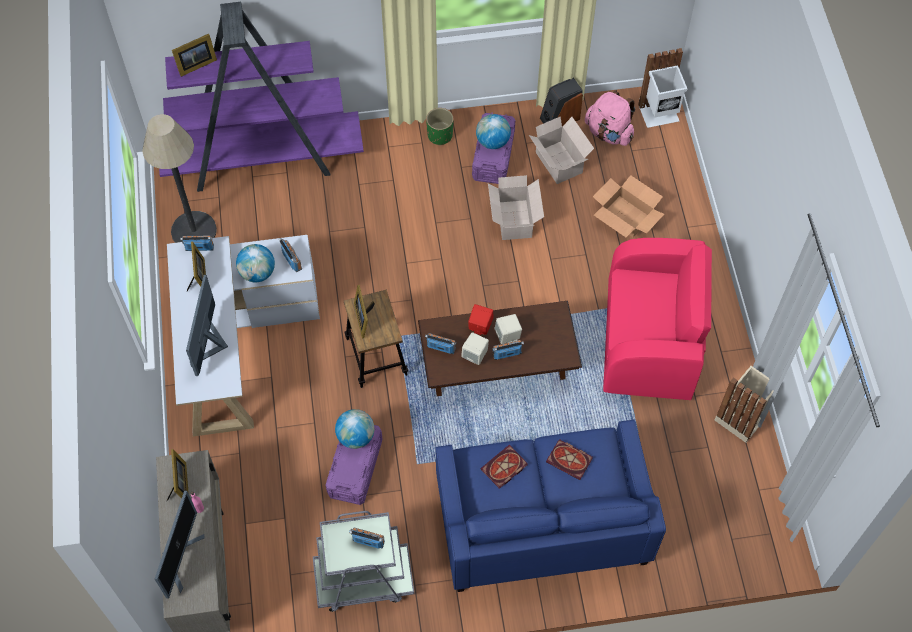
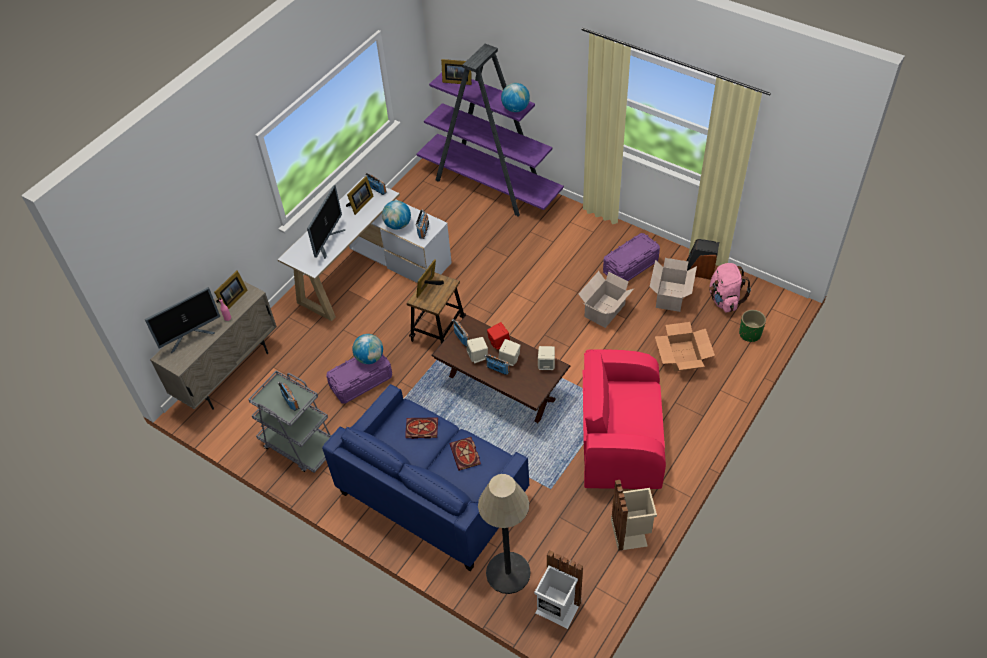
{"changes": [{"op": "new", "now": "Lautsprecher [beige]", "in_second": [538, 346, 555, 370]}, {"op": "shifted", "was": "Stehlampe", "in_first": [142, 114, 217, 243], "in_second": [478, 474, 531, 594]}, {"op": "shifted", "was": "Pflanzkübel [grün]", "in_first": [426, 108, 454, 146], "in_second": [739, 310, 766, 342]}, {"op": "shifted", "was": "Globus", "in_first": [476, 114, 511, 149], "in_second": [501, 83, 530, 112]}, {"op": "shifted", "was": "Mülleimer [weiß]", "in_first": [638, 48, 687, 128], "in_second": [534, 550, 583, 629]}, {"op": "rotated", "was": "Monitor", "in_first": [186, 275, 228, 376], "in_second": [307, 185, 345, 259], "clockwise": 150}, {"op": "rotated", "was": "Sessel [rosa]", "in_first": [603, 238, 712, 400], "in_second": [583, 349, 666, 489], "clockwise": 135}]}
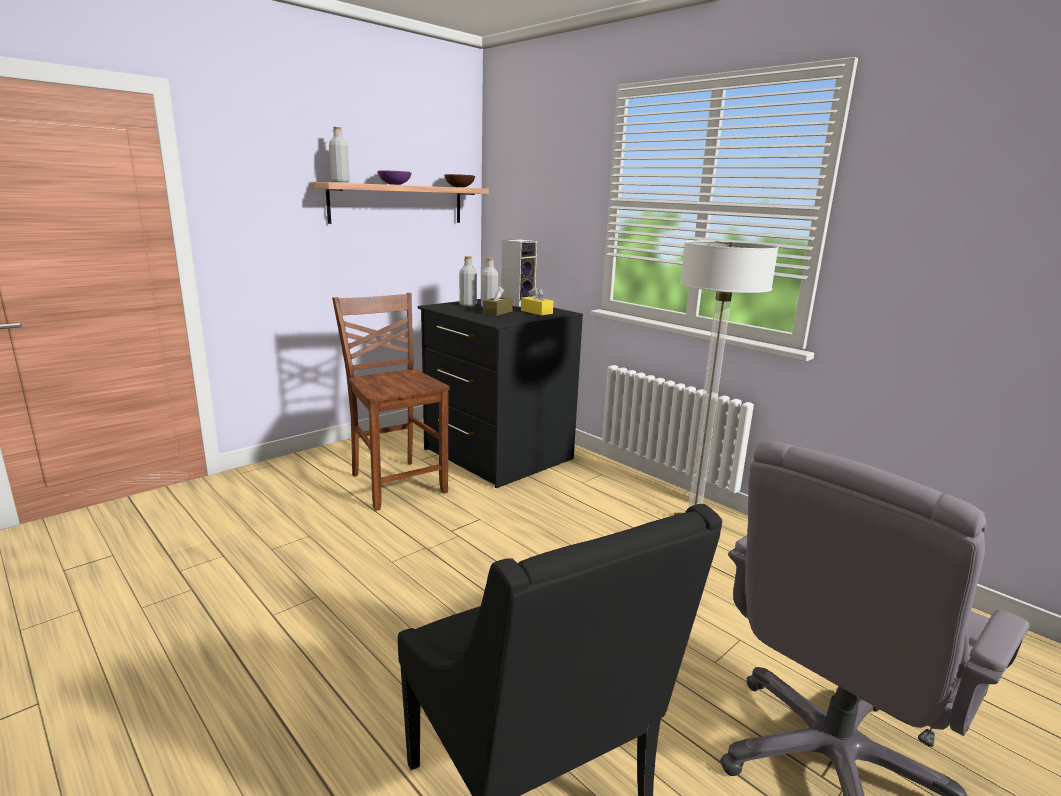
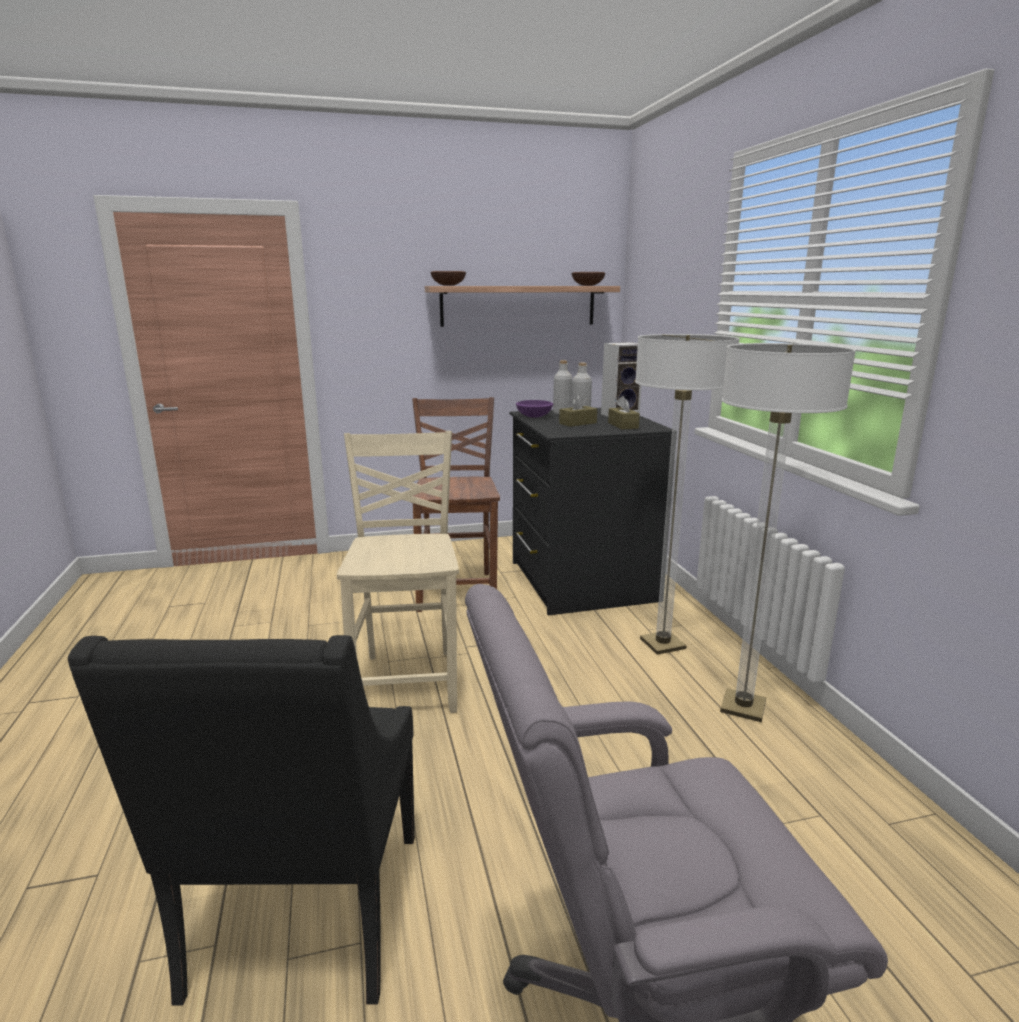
{"changes": [{"op": "new", "now": "Stuhl [beige]", "in_second": [337, 431, 459, 713]}, {"op": "new", "now": "Stehlampe", "in_second": [635, 334, 740, 655]}, {"op": "shifted", "was": "Schüssel [lila]", "in_first": [377, 170, 412, 185], "in_second": [516, 400, 553, 418]}, {"op": "swapped", "was": "Flasche [grau]", "now": "Schüssel [braun]", "in_first": [329, 127, 350, 183], "in_second": [430, 271, 466, 286]}, {"op": "repainted", "was": "Taschentuchbox [gelb]", "now": "Taschentuchbox [braun]", "in_first": [521, 286, 553, 316], "in_second": [608, 396, 640, 429]}]}
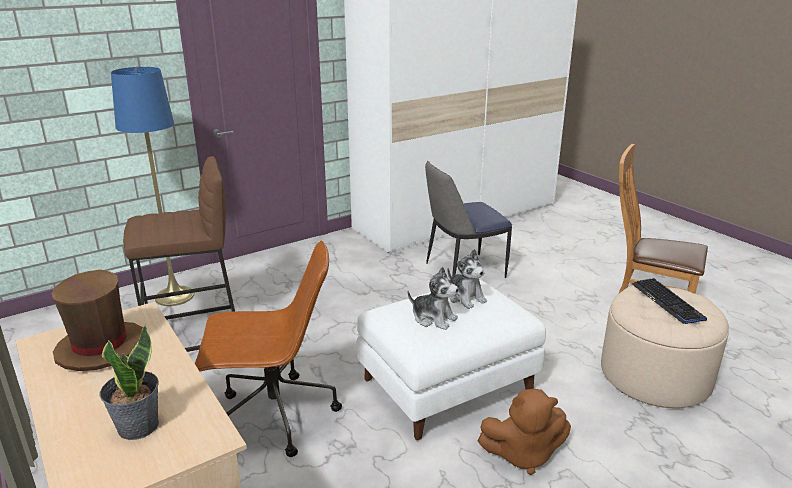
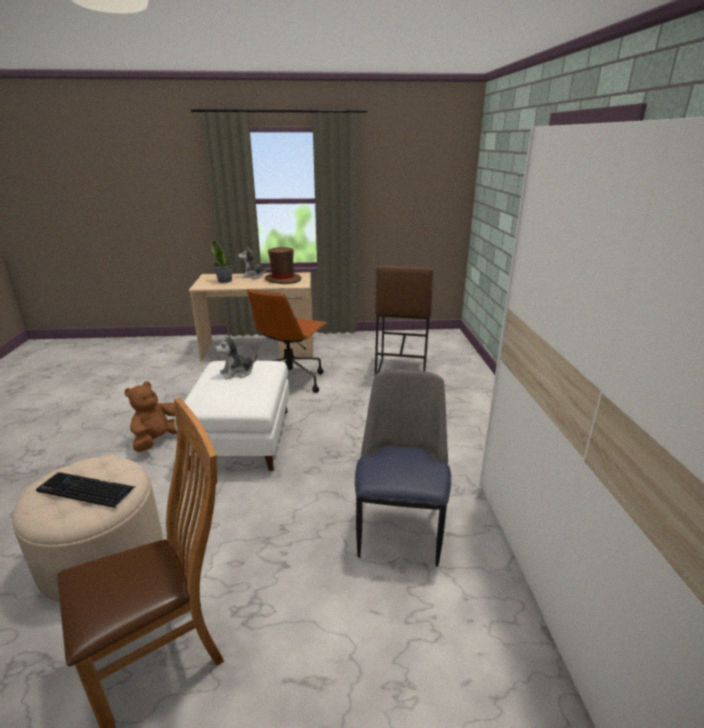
{"changes": [{"op": "gone", "was": "Stehlampe [blau]", "in_first": [111, 67, 195, 306]}, {"op": "shifted", "was": "Plüschtier", "in_first": [447, 249, 487, 309], "in_second": [238, 247, 269, 279]}]}
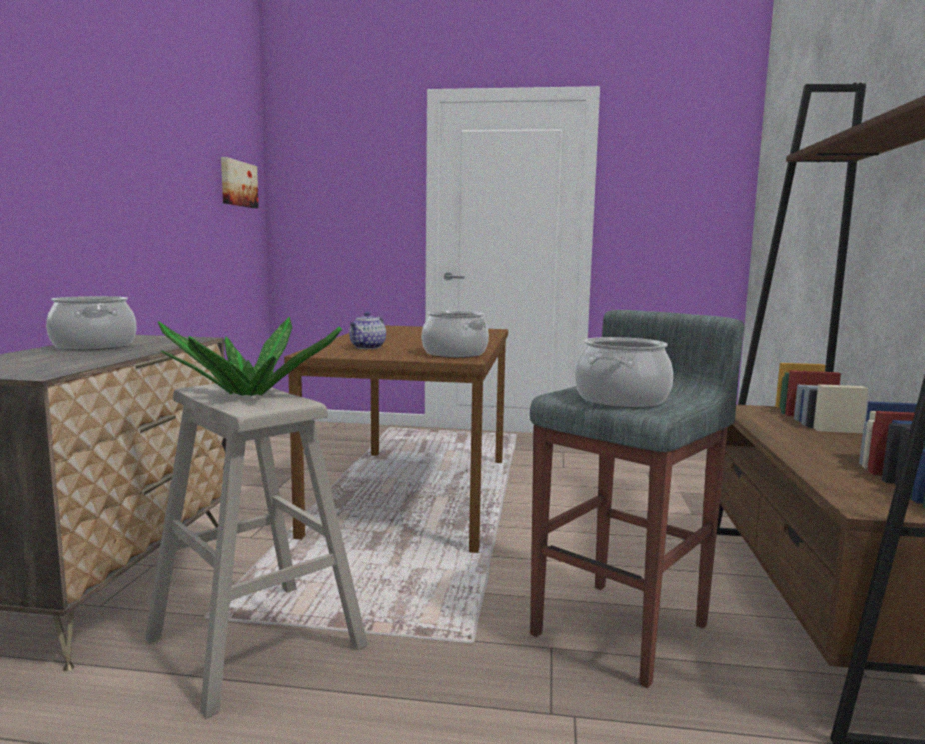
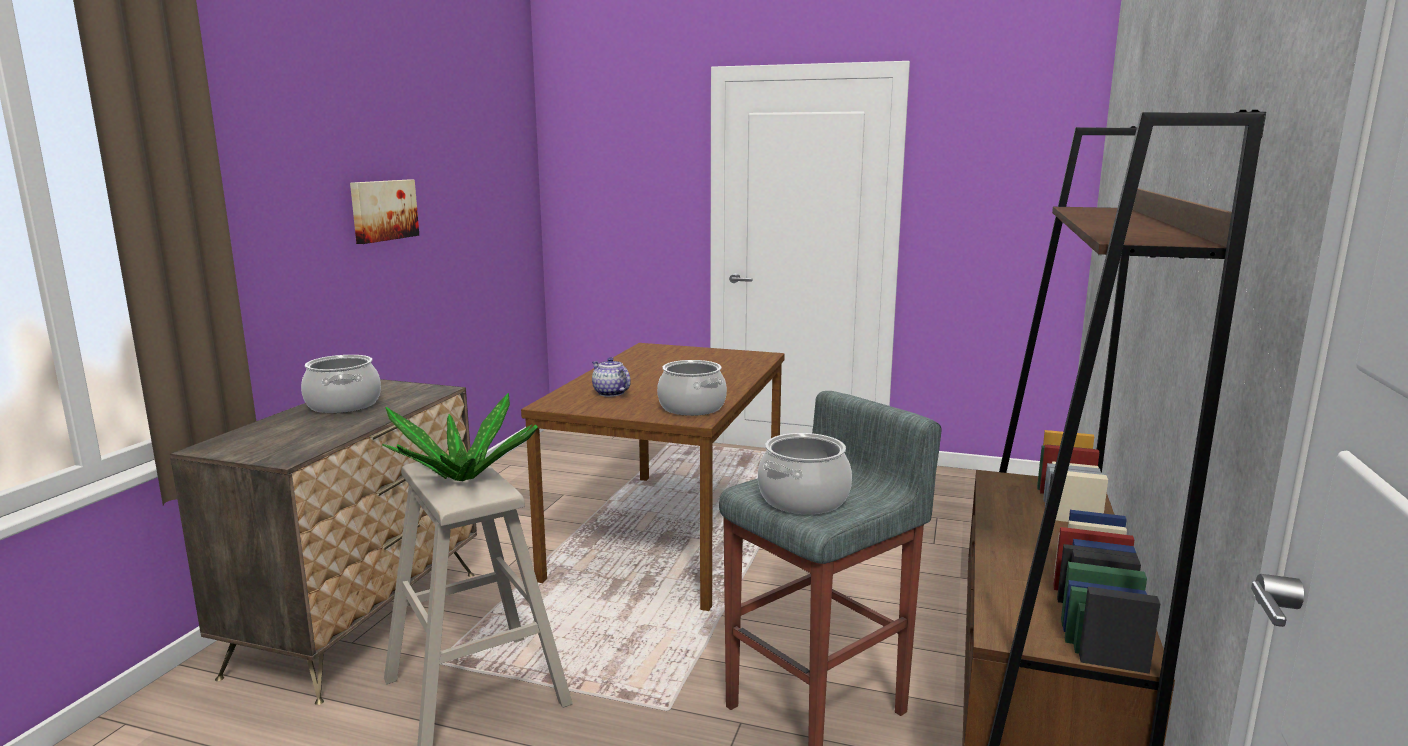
{"changes": [{"op": "shifted", "was": "Bild", "in_first": [221, 157, 259, 208], "in_second": [350, 180, 419, 244]}, {"op": "rotated", "was": "Teekanne", "in_first": [349, 312, 386, 349], "in_second": [592, 357, 631, 397], "clockwise": 105}]}
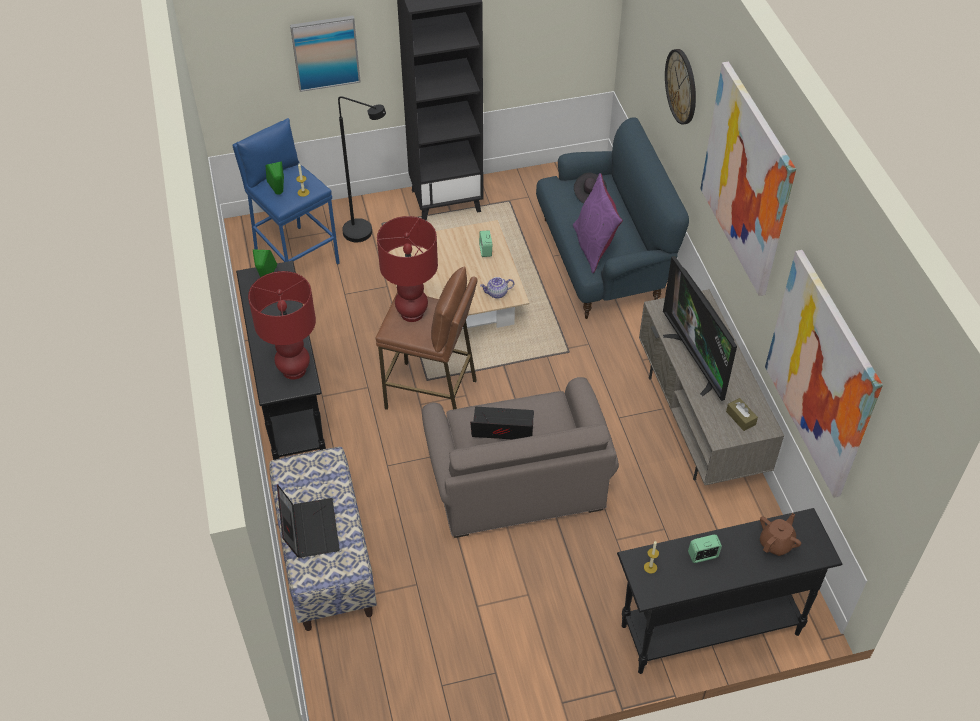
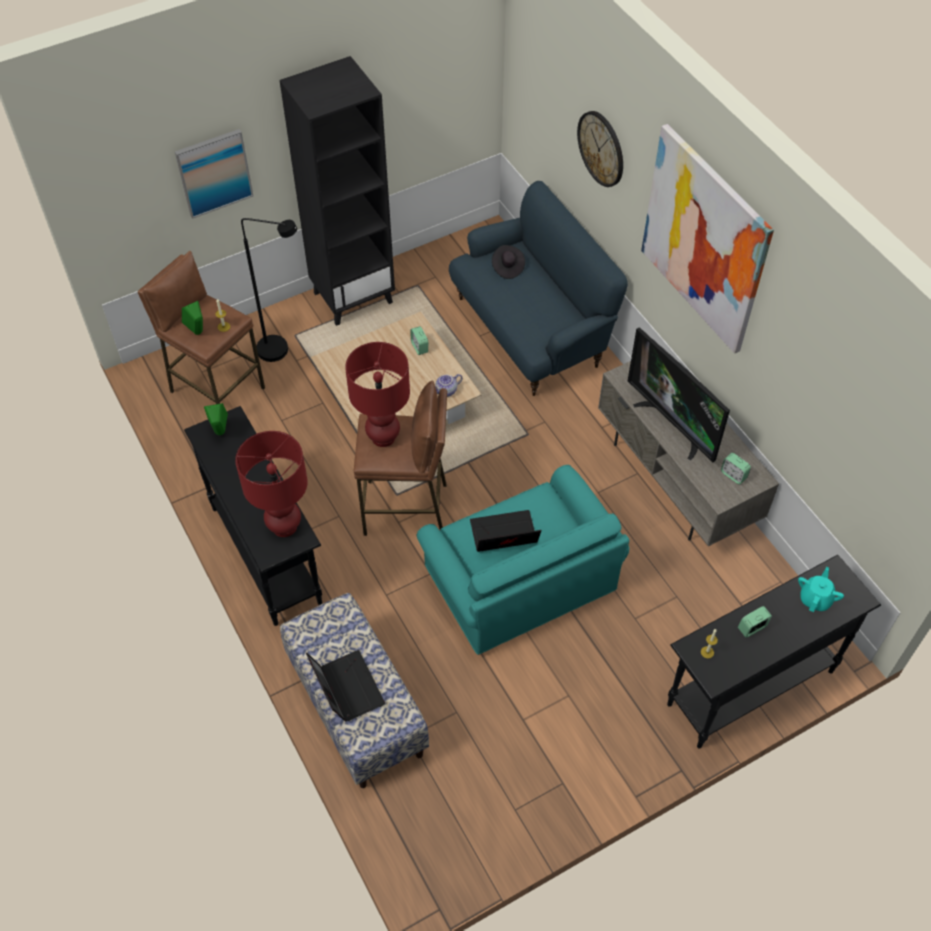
{"changes": [{"op": "gone", "was": "Kissen [lila]", "in_first": [573, 173, 623, 273]}, {"op": "gone", "was": "Bild", "in_first": [765, 250, 883, 498]}, {"op": "swapped", "was": "Taschentuchbox [braun]", "now": "Wecker", "in_first": [726, 398, 758, 431], "in_second": [721, 453, 751, 484]}, {"op": "repainted", "was": "Hocker [blau]", "now": "Hocker [braun]", "in_first": [232, 118, 340, 264], "in_second": [138, 251, 265, 404]}, {"op": "repainted", "was": "Sessel [grau]", "now": "Sessel [türkis]", "in_first": [422, 377, 619, 538], "in_second": [416, 465, 629, 655]}, {"op": "repainted", "was": "Teekanne [braun]", "now": "Teekanne [türkis]", "in_first": [760, 513, 801, 556], "in_second": [798, 567, 844, 612]}]}
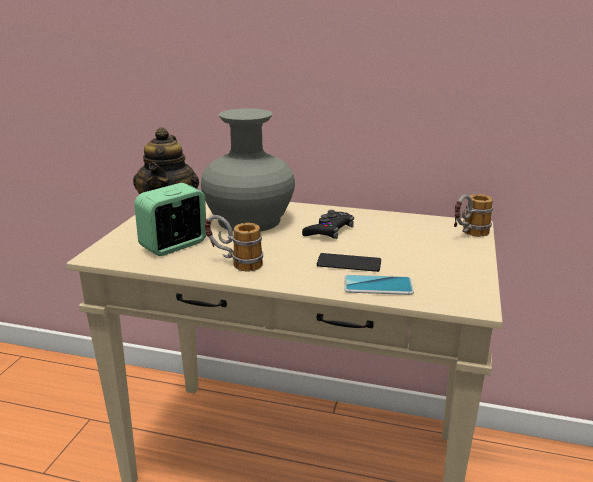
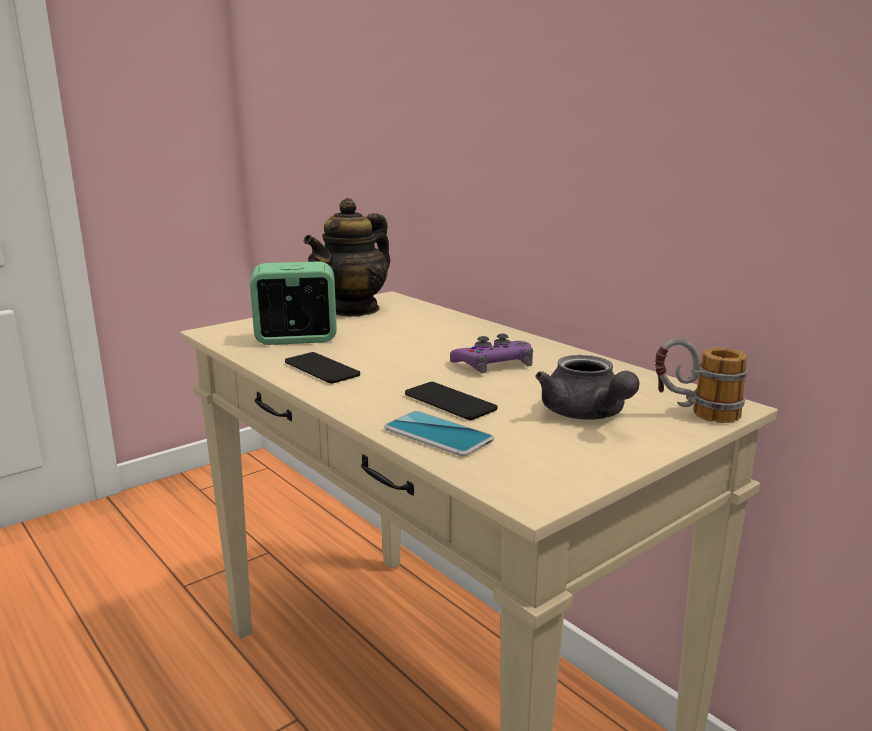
{"changes": [{"op": "gone", "was": "Vase [grau]", "in_first": [201, 108, 295, 232]}, {"op": "new", "now": "Teekanne [grau]", "in_second": [535, 355, 640, 420]}, {"op": "swapped", "was": "Henkelbecher", "now": "Handy", "in_first": [205, 215, 263, 271], "in_second": [285, 352, 360, 384]}, {"op": "repainted", "was": "Gamepad [schwarz]", "now": "Gamepad [lila]", "in_first": [302, 210, 354, 239], "in_second": [450, 334, 533, 373]}]}
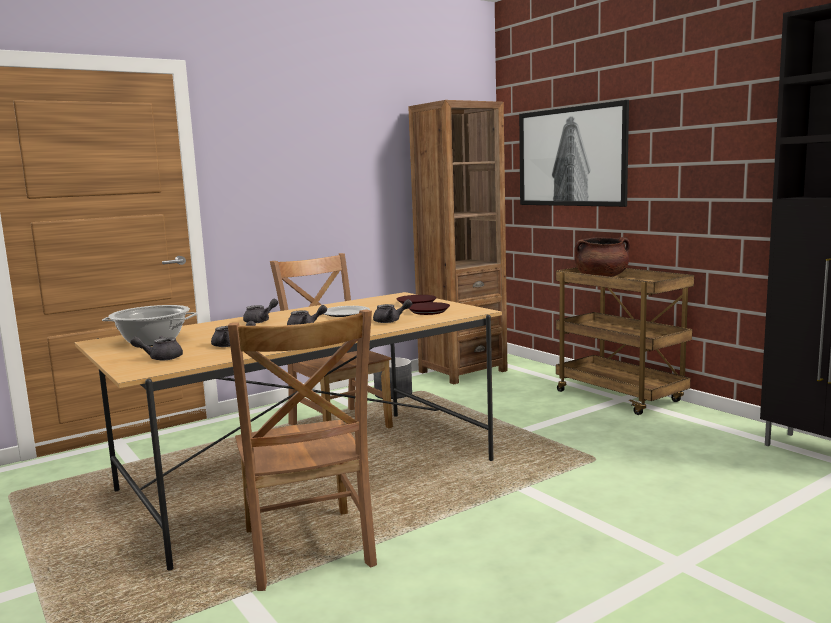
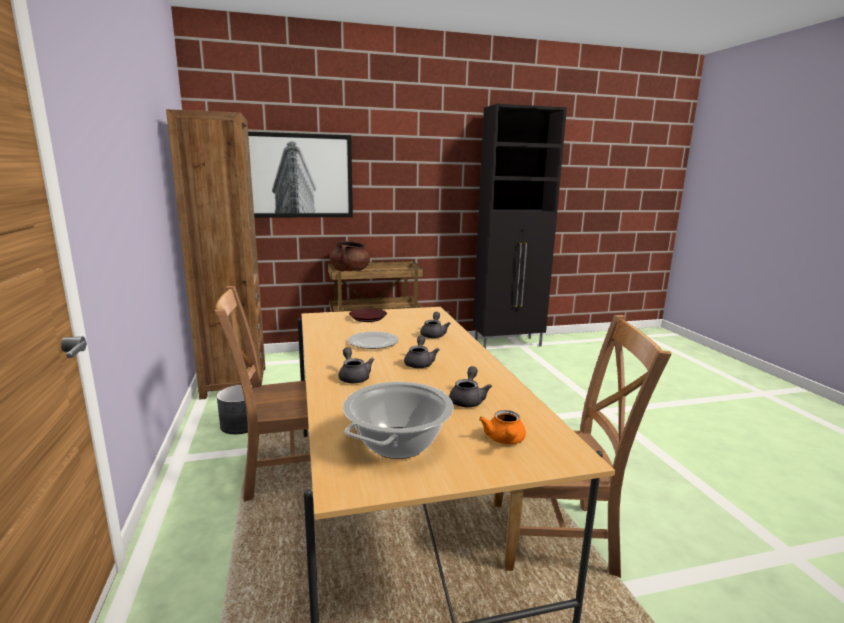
{"changes": [{"op": "gone", "was": "Teller [braun]", "in_first": [408, 302, 450, 315]}, {"op": "repainted", "was": "Teekanne [grau]", "now": "Teekanne [orange]", "in_first": [130, 335, 183, 360], "in_second": [479, 410, 526, 444]}]}
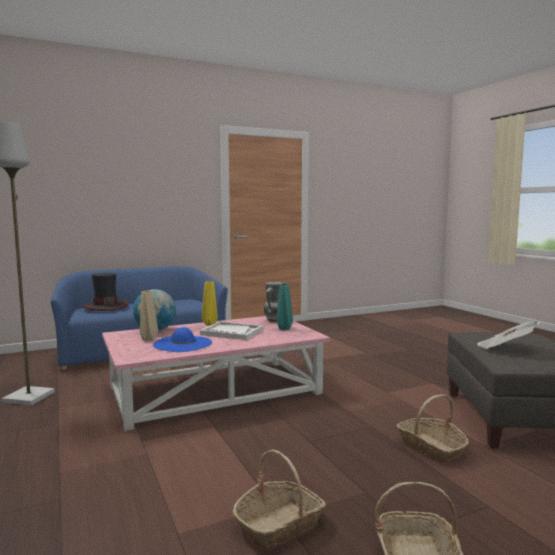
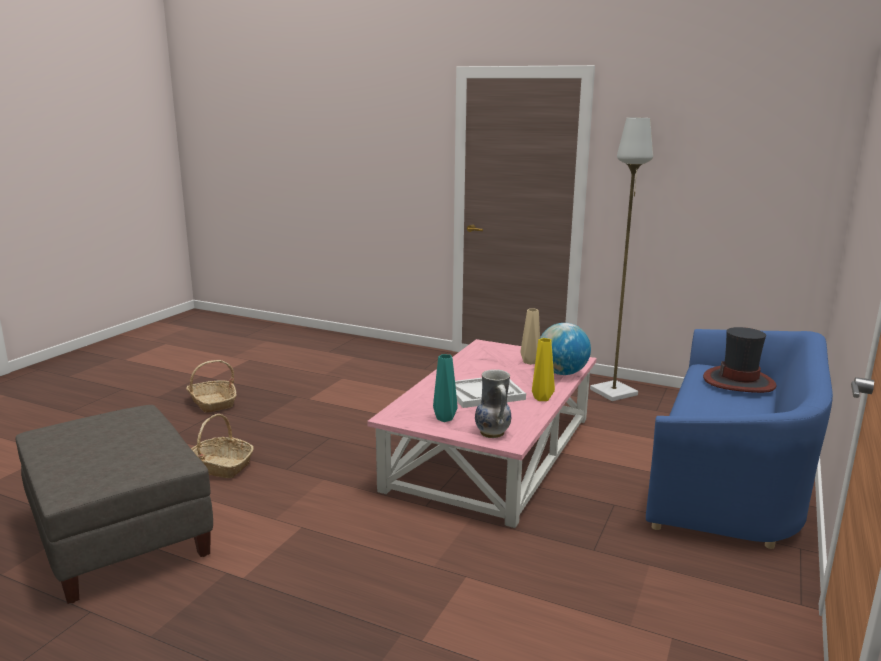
{"changes": [{"op": "gone", "was": "Hut [blau]", "in_first": [153, 327, 212, 352]}, {"op": "gone", "was": "Korb", "in_first": [233, 449, 326, 550]}, {"op": "gone", "was": "Zeitung", "in_first": [477, 321, 540, 349]}]}
